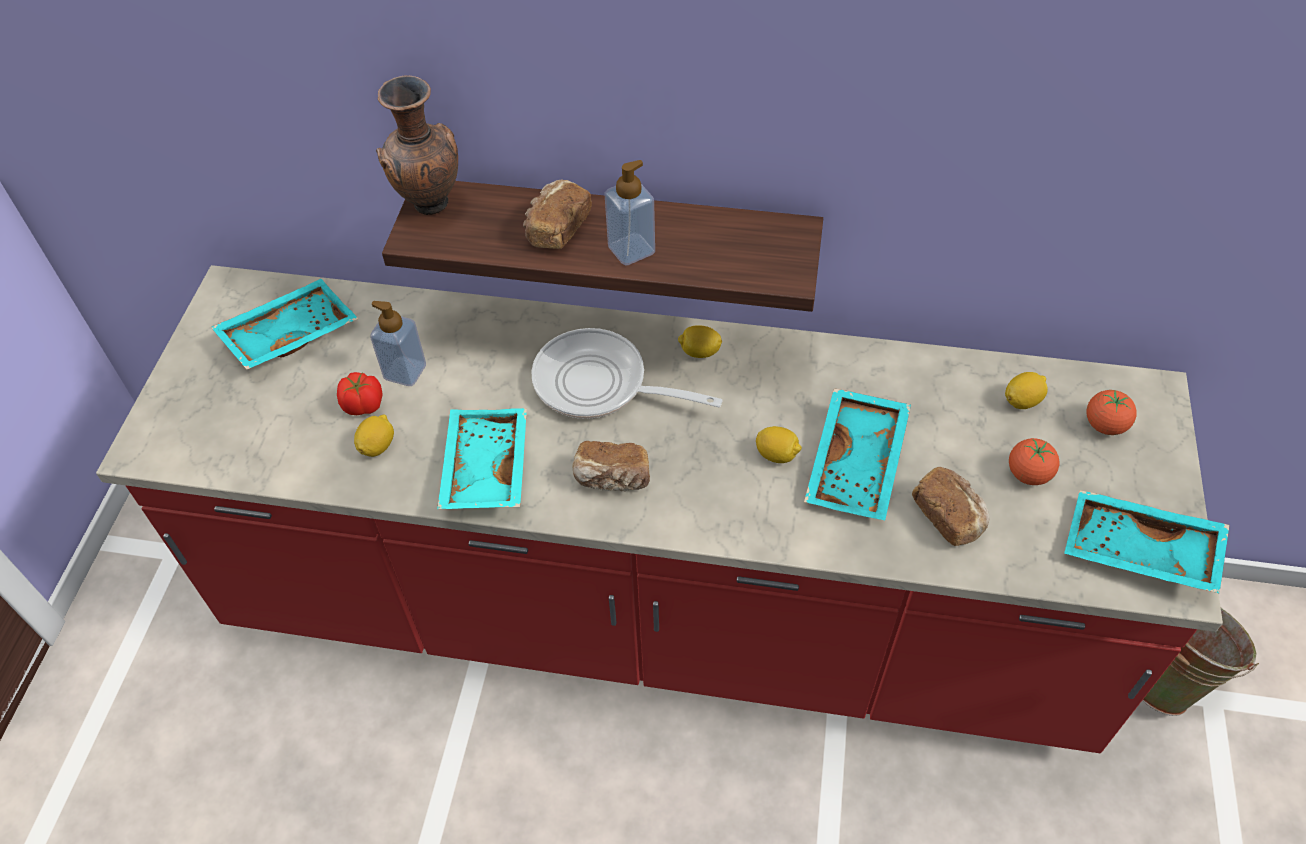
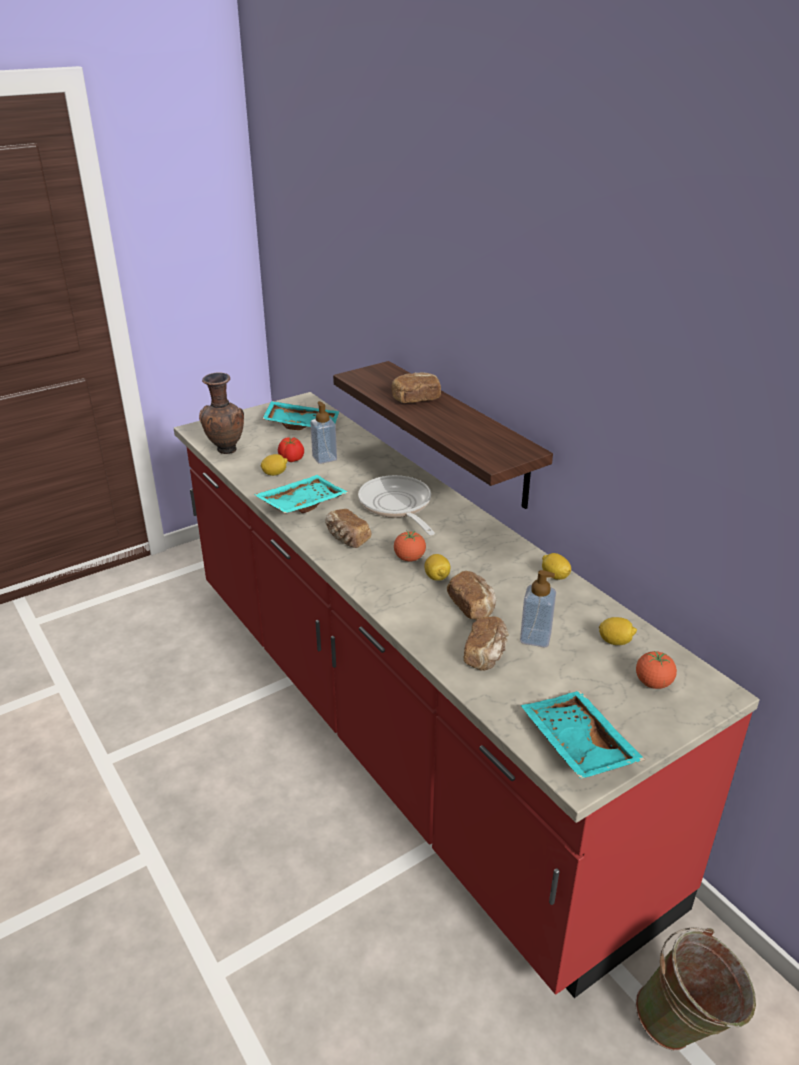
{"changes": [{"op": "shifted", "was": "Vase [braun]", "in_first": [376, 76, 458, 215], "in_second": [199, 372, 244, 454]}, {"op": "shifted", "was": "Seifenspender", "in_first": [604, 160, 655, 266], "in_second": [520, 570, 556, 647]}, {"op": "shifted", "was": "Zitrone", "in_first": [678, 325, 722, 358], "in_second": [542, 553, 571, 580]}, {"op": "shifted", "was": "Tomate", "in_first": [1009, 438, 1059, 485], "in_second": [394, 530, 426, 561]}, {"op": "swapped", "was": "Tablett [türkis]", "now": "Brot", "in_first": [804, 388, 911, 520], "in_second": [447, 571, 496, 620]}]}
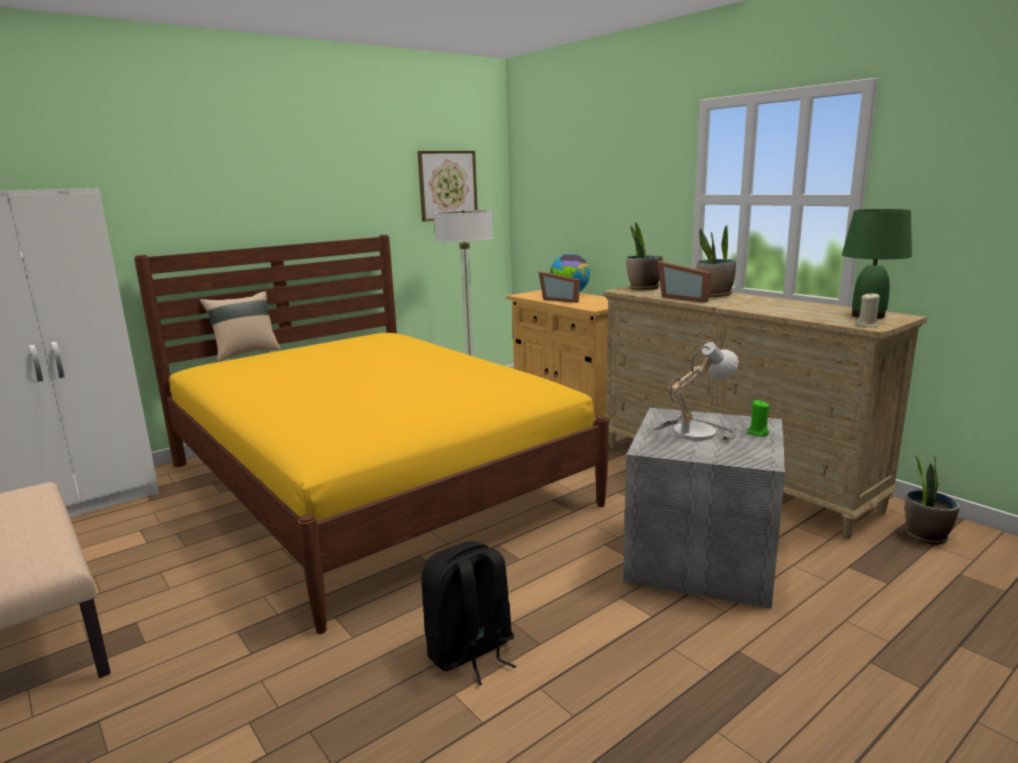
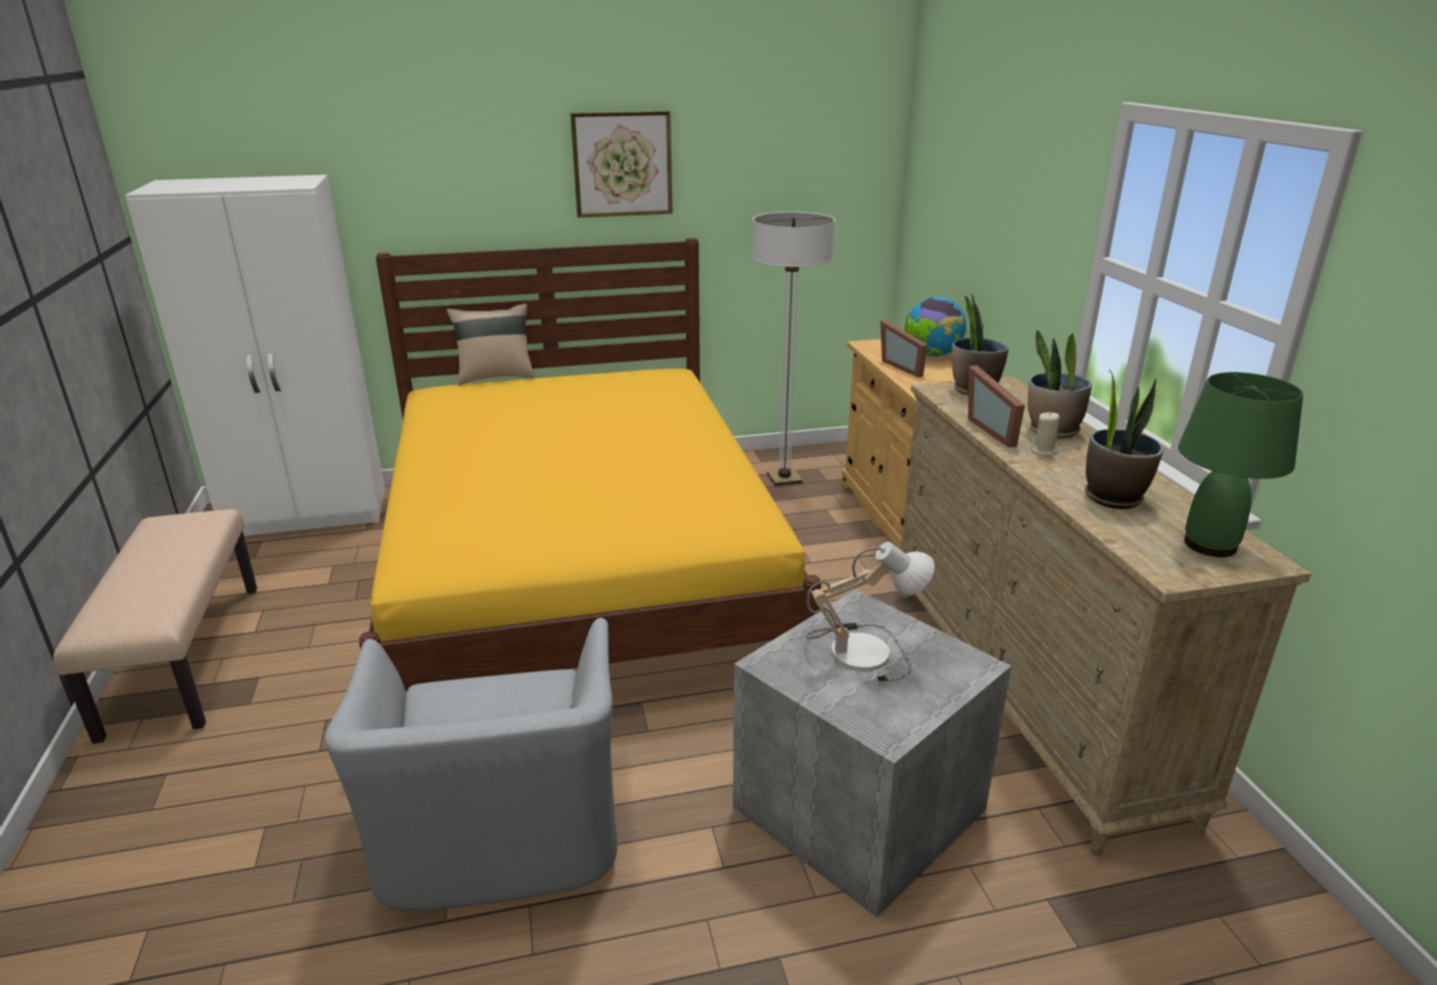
{"changes": [{"op": "gone", "was": "Kerze [grün]", "in_first": [747, 400, 770, 436]}, {"op": "shifted", "was": "Bild", "in_first": [418, 151, 477, 221], "in_second": [570, 111, 673, 218]}, {"op": "shifted", "was": "Kerze [beige]", "in_first": [855, 292, 880, 327], "in_second": [1031, 412, 1060, 456]}, {"op": "shifted", "was": "Topfpflanze", "in_first": [905, 455, 960, 545], "in_second": [1085, 370, 1164, 509]}, {"op": "swapped", "was": "Rucksack [schwarz]", "now": "Sessel [grau]", "in_first": [421, 541, 516, 685], "in_second": [325, 618, 617, 910]}]}
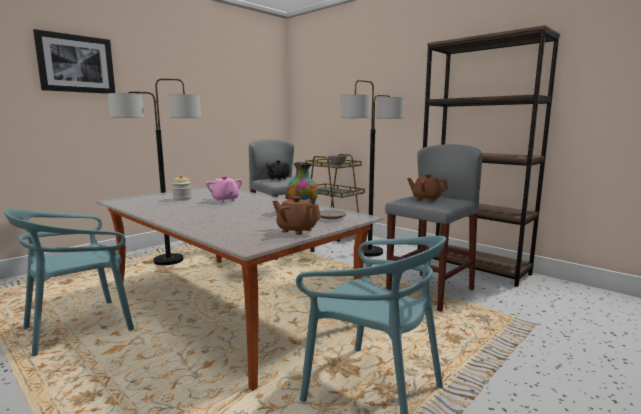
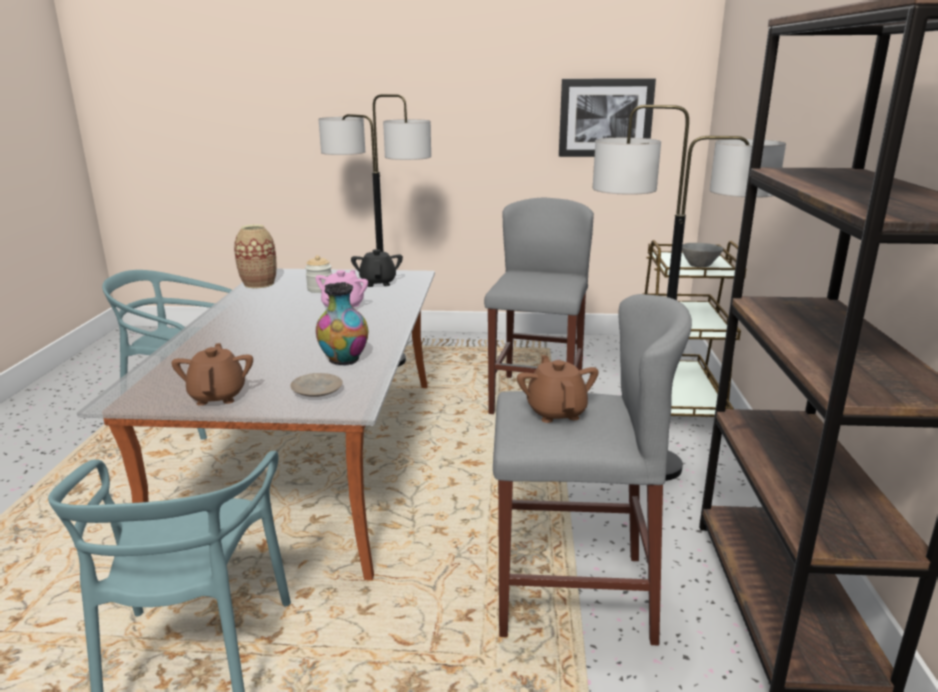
{"changes": [{"op": "new", "now": "Vase", "in_second": [234, 224, 277, 288]}, {"op": "shifted", "was": "Bild", "in_first": [33, 29, 115, 94], "in_second": [559, 78, 656, 157]}, {"op": "shifted", "was": "Teekanne [schwarz]", "in_first": [266, 160, 291, 180], "in_second": [351, 249, 403, 287]}]}
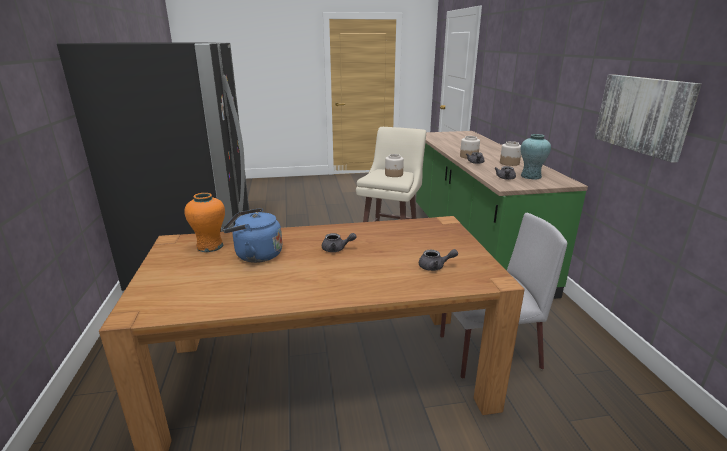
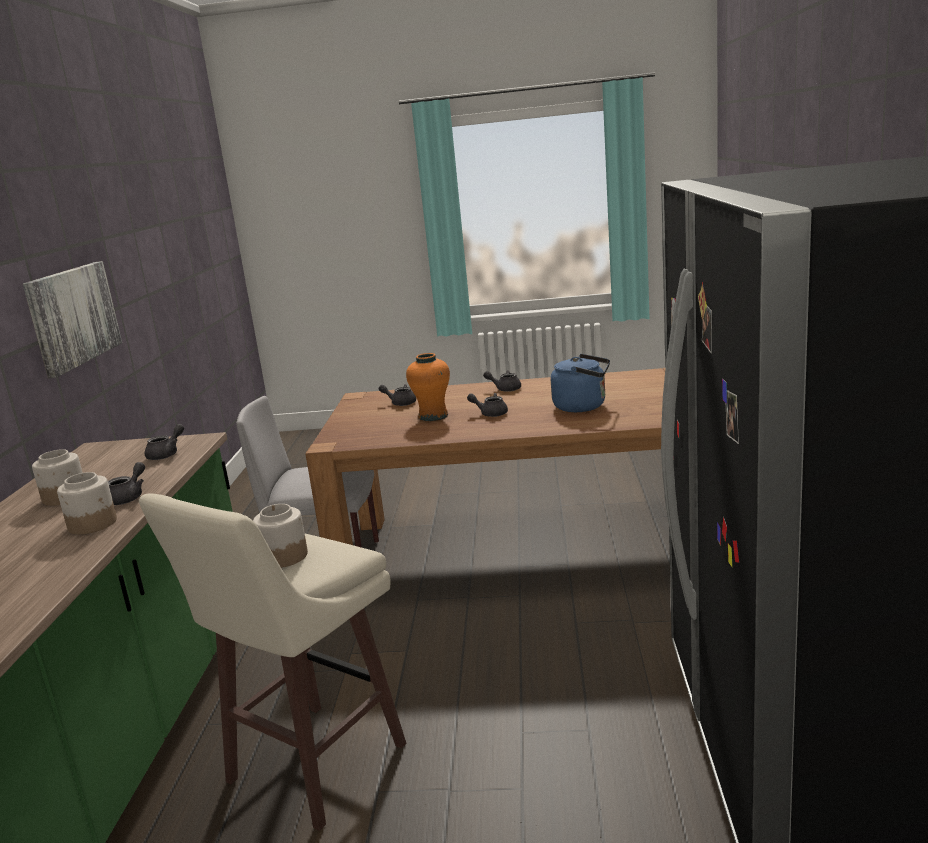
{"changes": [{"op": "gone", "was": "Vase [türkis]", "in_first": [520, 134, 551, 179]}, {"op": "new", "now": "Teekanne [grau]", "in_second": [483, 370, 521, 392]}, {"op": "shifted", "was": "Vase [orange]", "in_first": [184, 193, 225, 252], "in_second": [406, 353, 450, 421]}]}
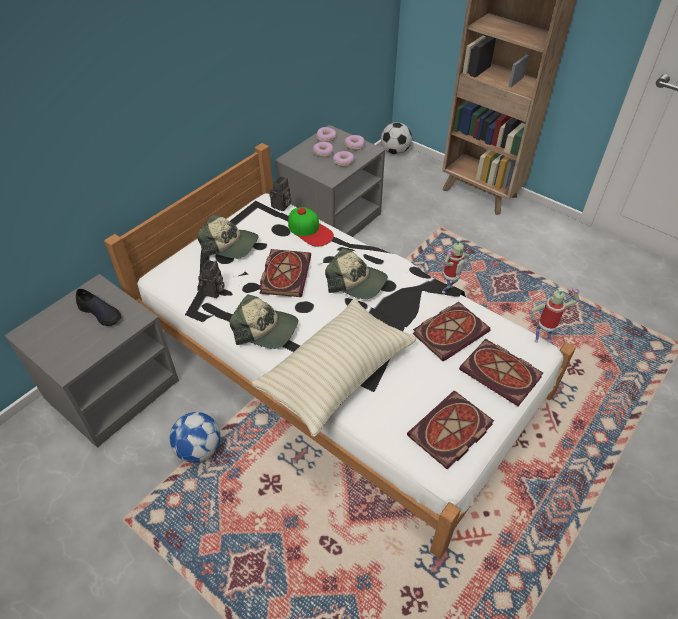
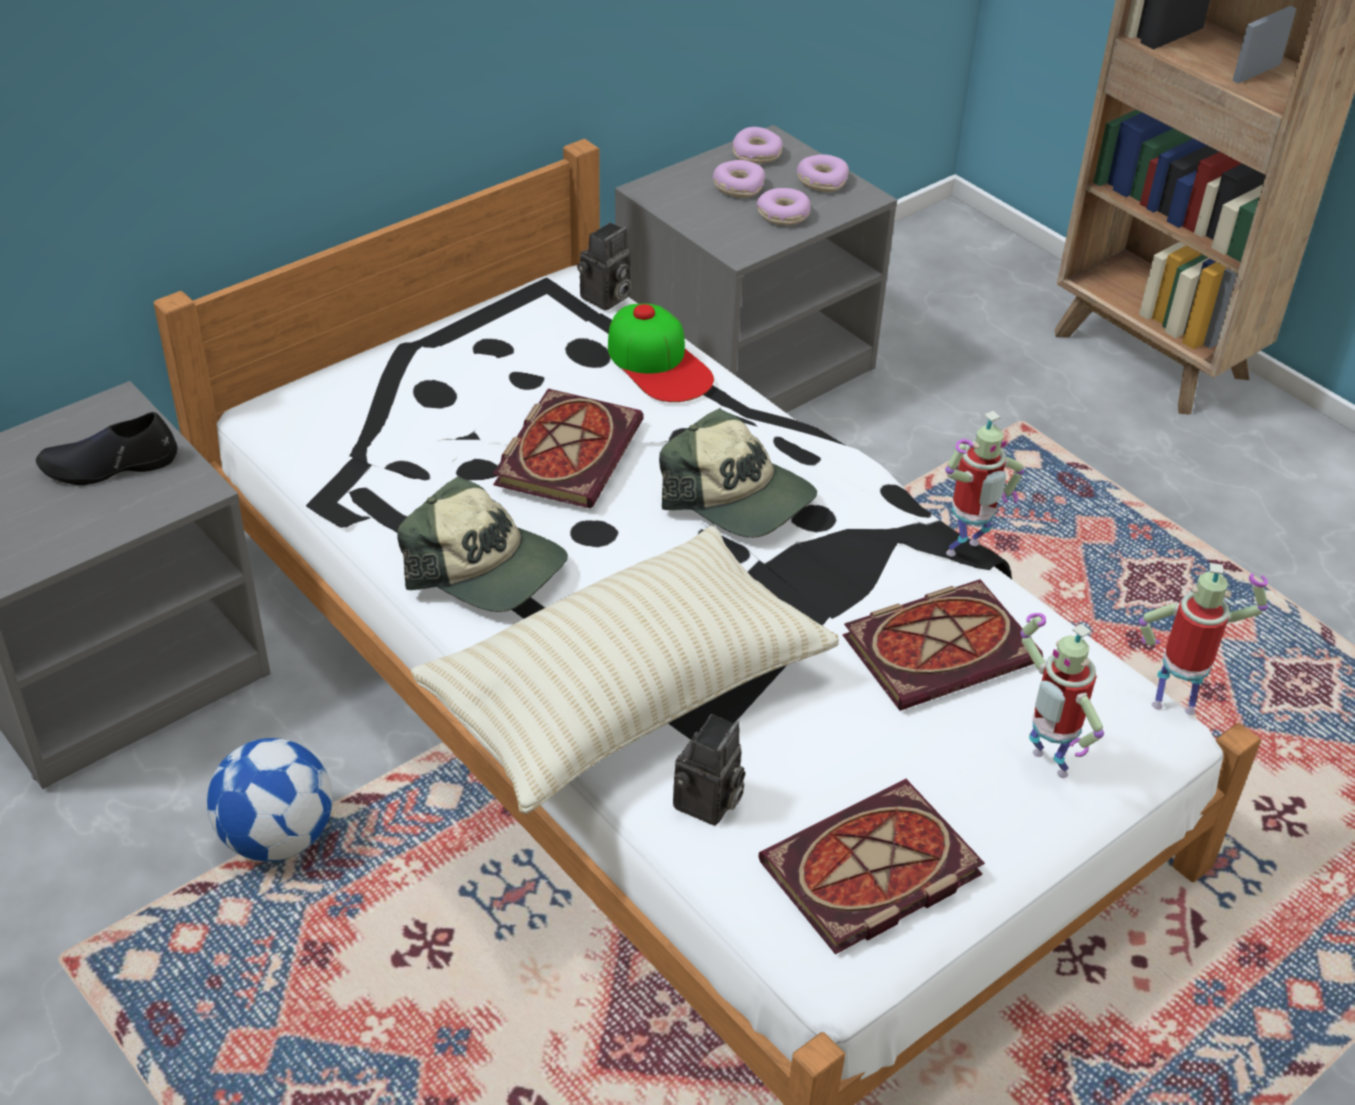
{"changes": [{"op": "gone", "was": "Kappe", "in_first": [197, 214, 258, 259]}, {"op": "gone", "was": "Fußball", "in_first": [381, 122, 412, 155]}, {"op": "shifted", "was": "Kamera", "in_first": [198, 260, 225, 298], "in_second": [673, 714, 745, 826]}, {"op": "swapped", "was": "Buch", "now": "Spielzeugroboter", "in_first": [459, 339, 543, 406], "in_second": [1021, 613, 1104, 778]}, {"op": "rotated", "was": "Schuh [schwarz]", "in_first": [76, 289, 122, 326], "in_second": [36, 412, 178, 485], "clockwise": 120}]}
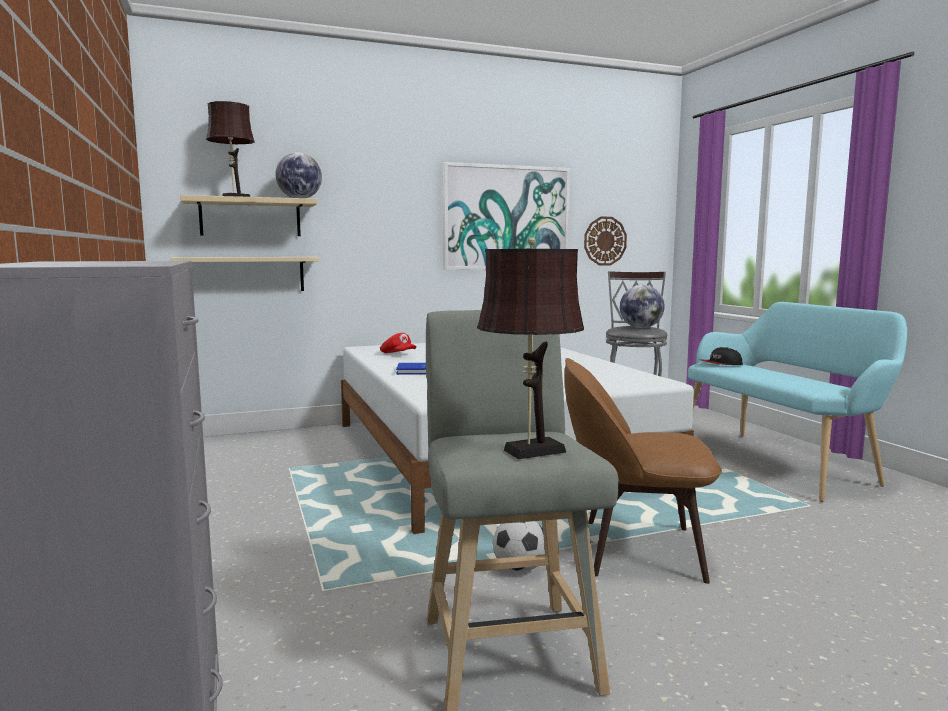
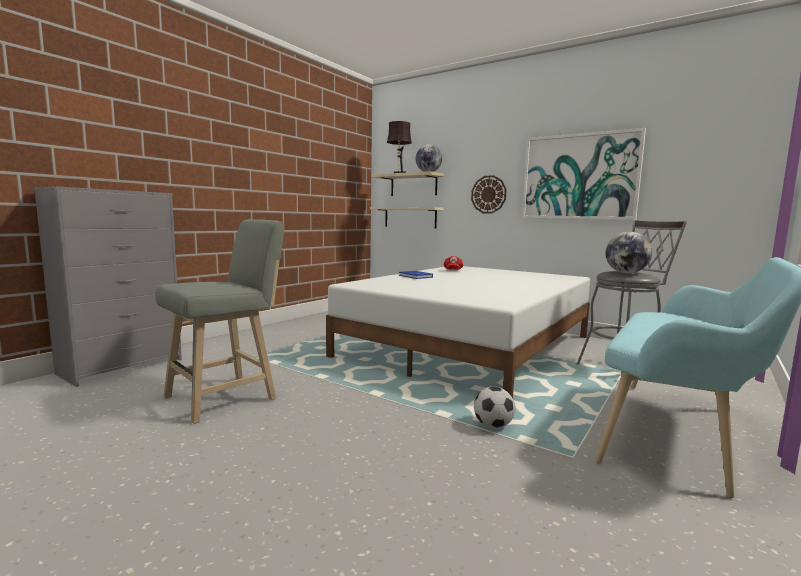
{"changes": [{"op": "gone", "was": "Tischlampe [braun]", "in_first": [477, 237, 584, 459]}, {"op": "gone", "was": "Stuhl [braun]", "in_first": [564, 358, 722, 584]}, {"op": "gone", "was": "Kappe", "in_first": [701, 347, 743, 365]}, {"op": "shifted", "was": "Fußball", "in_first": [493, 521, 545, 572], "in_second": [474, 386, 515, 428]}, {"op": "shifted", "was": "Wanduhr", "in_first": [584, 217, 627, 266], "in_second": [471, 175, 507, 214]}]}
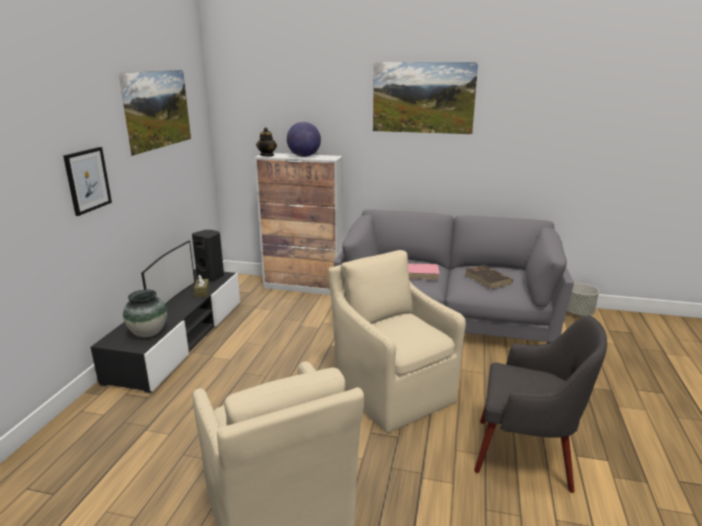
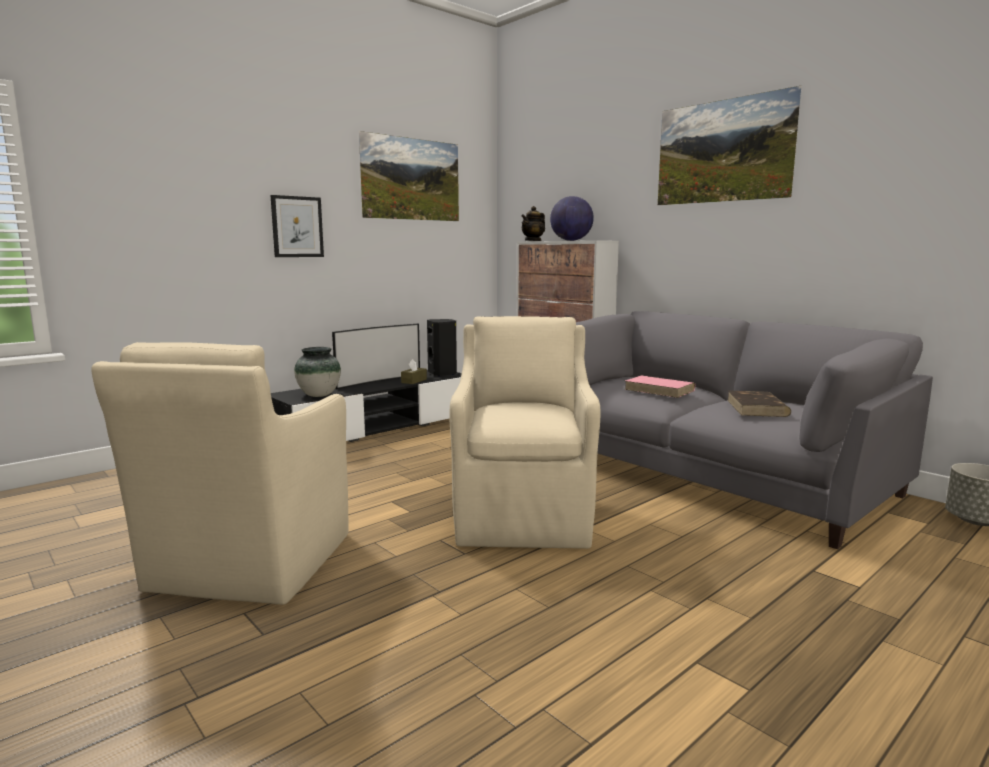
{"changes": [{"op": "gone", "was": "Sessel [grau]", "in_first": [474, 315, 607, 493]}]}
